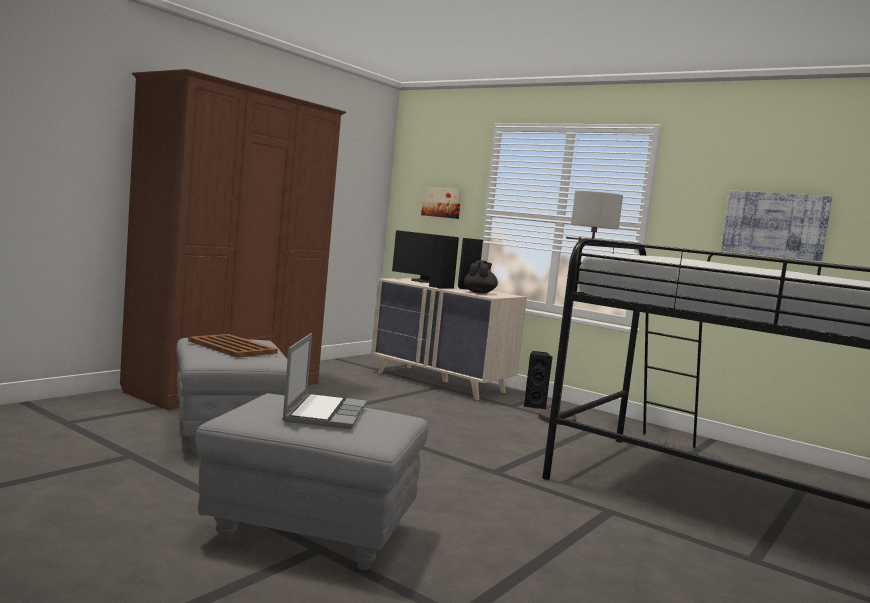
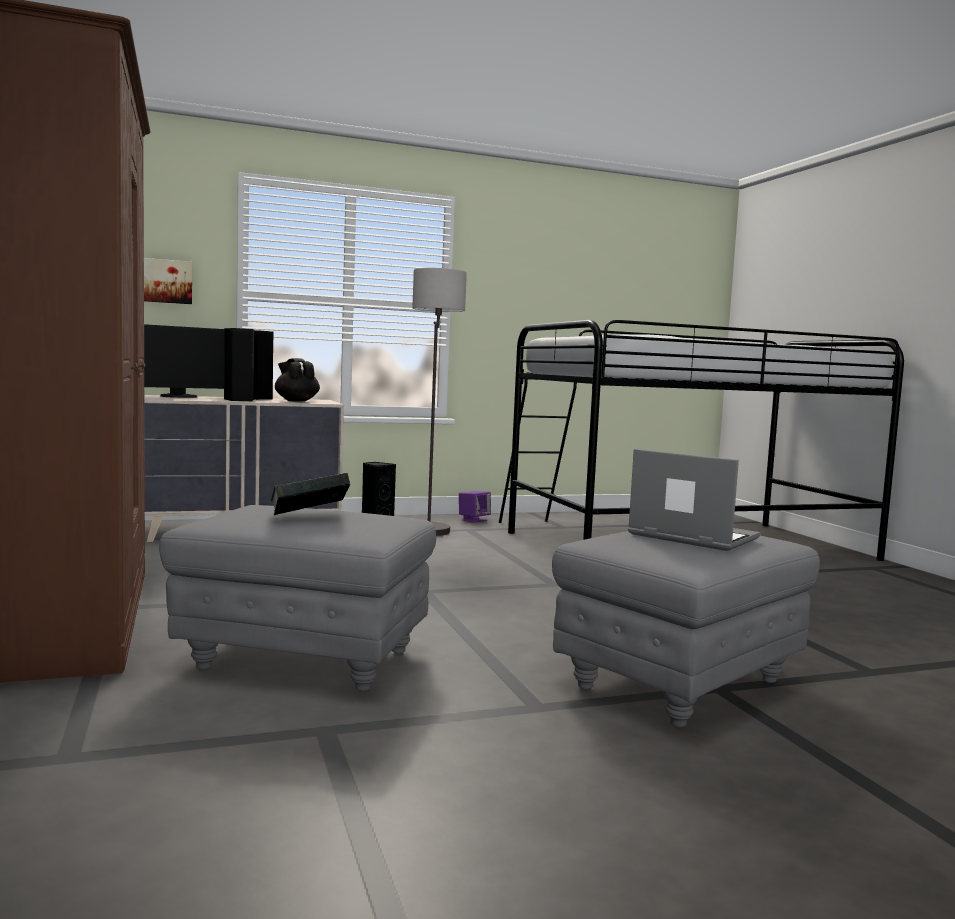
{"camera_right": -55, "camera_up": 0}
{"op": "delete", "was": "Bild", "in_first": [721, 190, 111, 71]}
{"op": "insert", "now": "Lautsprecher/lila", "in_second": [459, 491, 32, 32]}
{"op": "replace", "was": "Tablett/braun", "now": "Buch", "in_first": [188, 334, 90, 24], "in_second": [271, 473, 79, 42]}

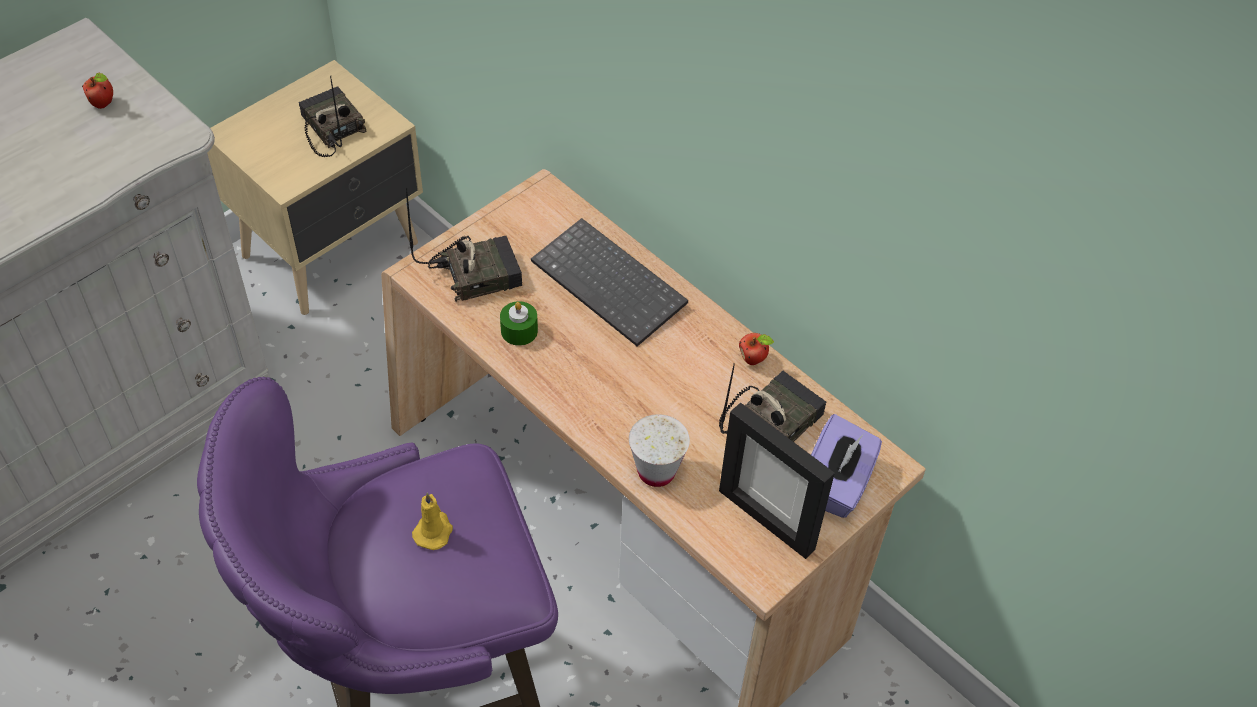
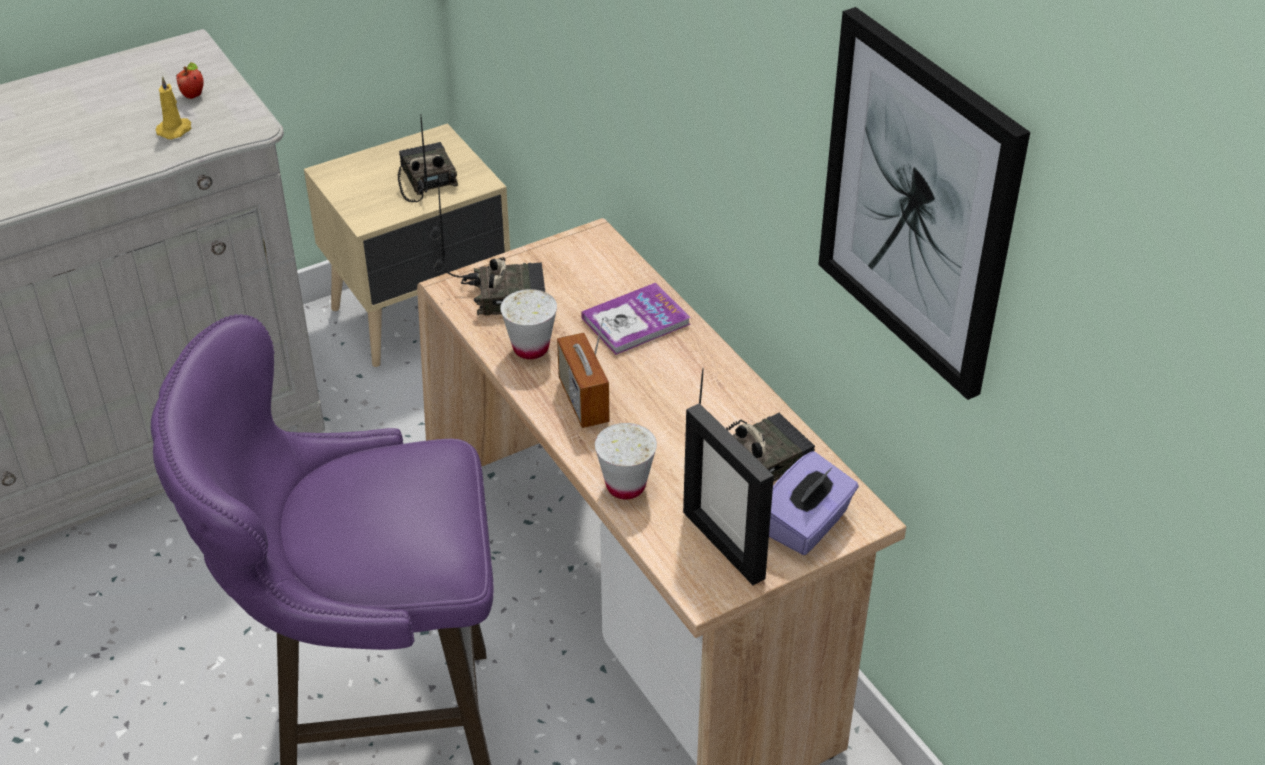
{"camera_right": 15, "camera_up": -10}
{"op": "delete", "was": "Apfel", "in_first": [739, 333, 35, 32]}
{"op": "insert", "now": "Radio", "in_second": [557, 317, 53, 111]}
{"op": "insert", "now": "Bild", "in_second": [818, 7, 212, 393]}
{"op": "move", "was": "Kerze/gelb", "in_first": [412, 492, 41, 58], "in_second": [156, 76, 35, 63]}
{"op": "replace", "was": "Kerze/grün", "now": "Tasse/weiß", "in_first": [500, 301, 38, 45], "in_second": [500, 289, 57, 70]}
{"op": "replace", "was": "Tastatur", "now": "Buch", "in_first": [531, 218, 157, 128], "in_second": [581, 283, 110, 72]}

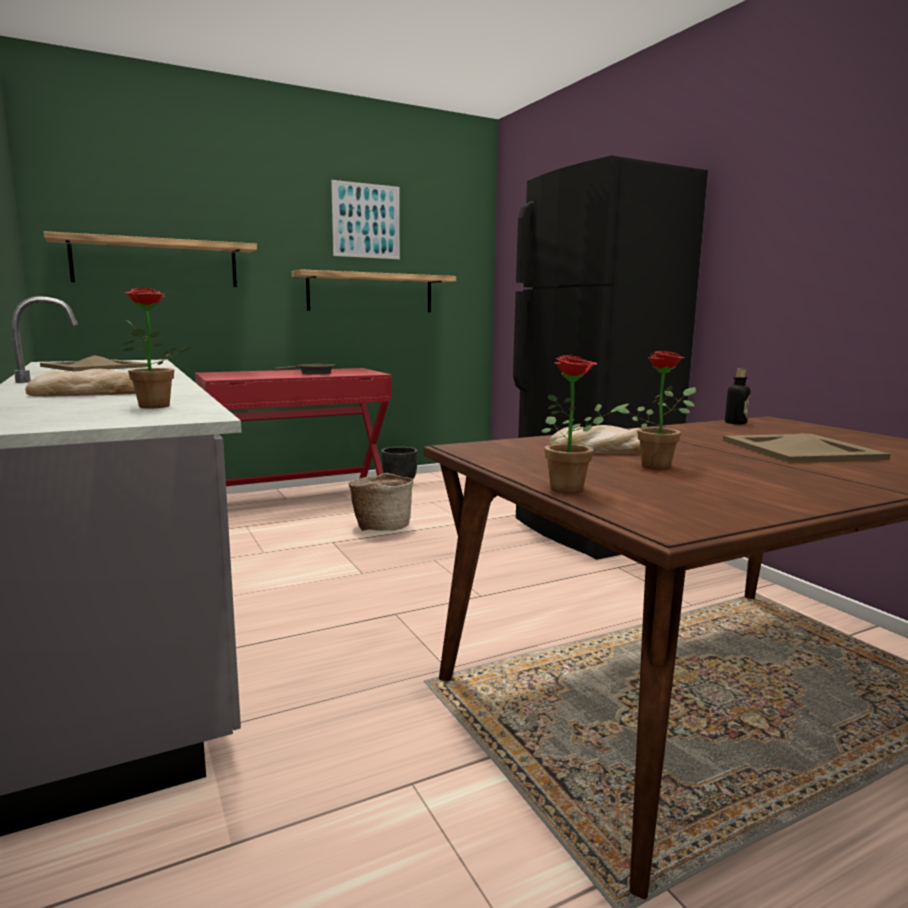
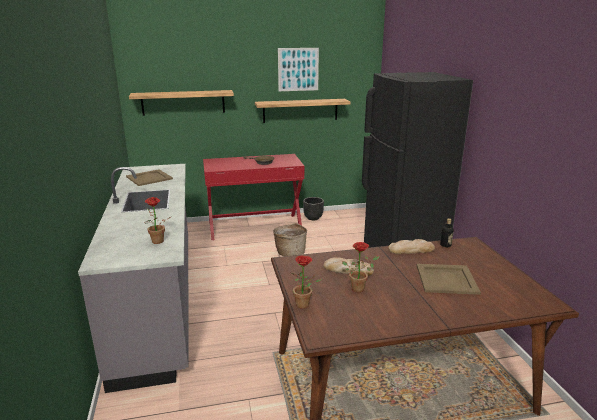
{"camera_right": 15, "camera_up": 10}
{"op": "move", "was": "Brot", "in_first": [25, 369, 111, 28], "in_second": [388, 239, 47, 15]}

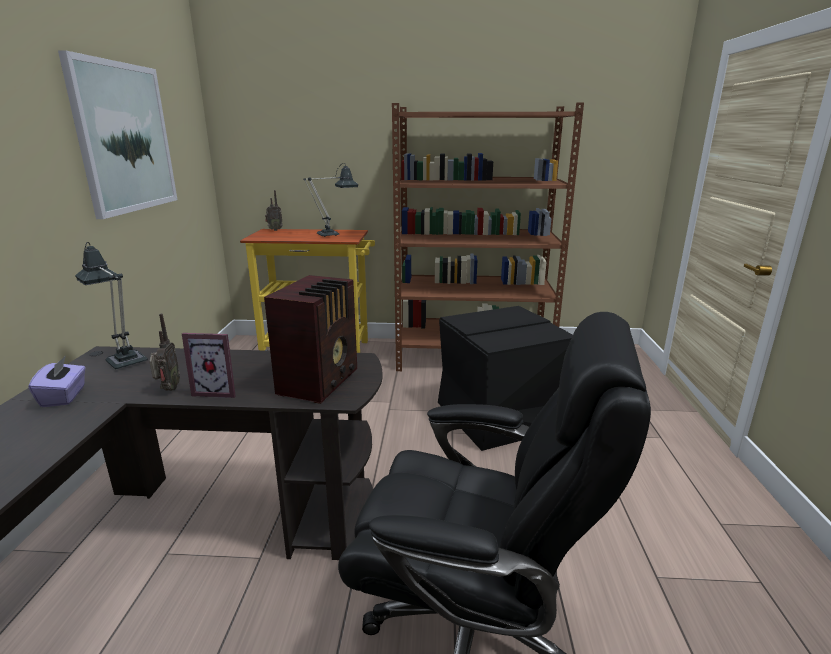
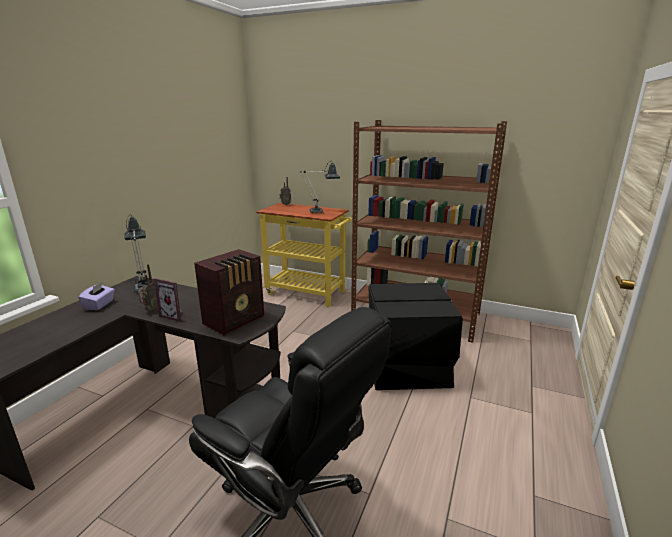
{"camera_right": 20, "camera_up": 0}
{"op": "delete", "was": "Bild", "in_first": [58, 50, 119, 169]}

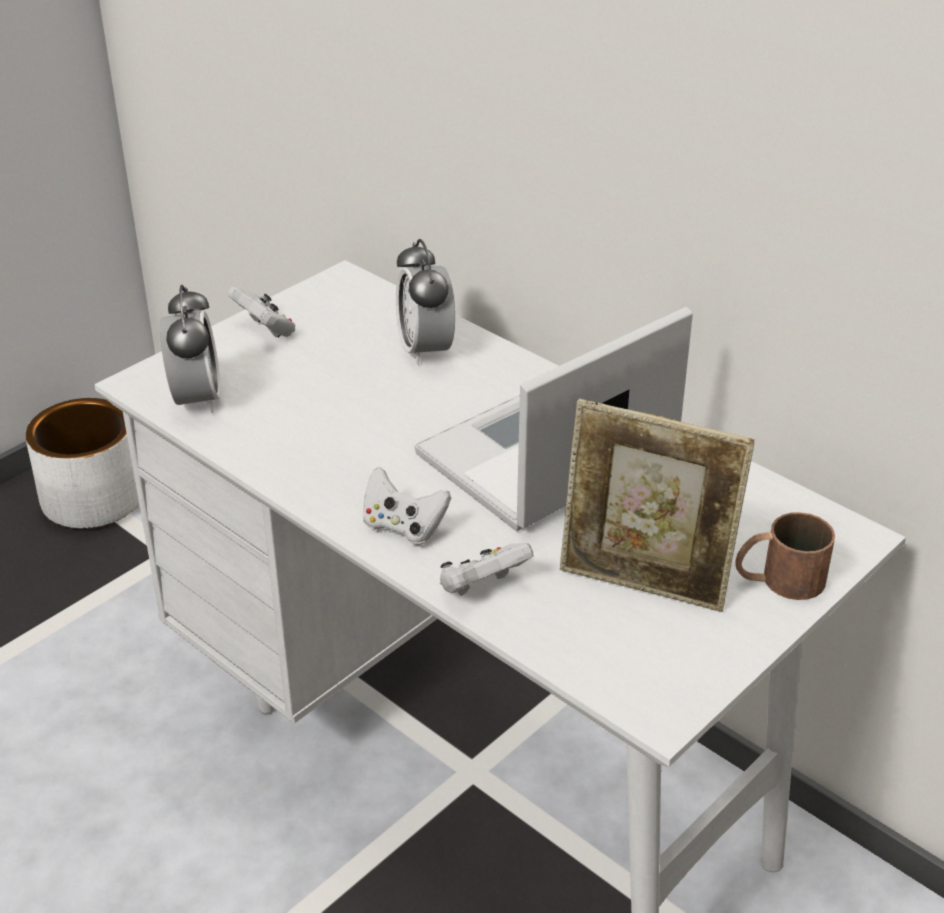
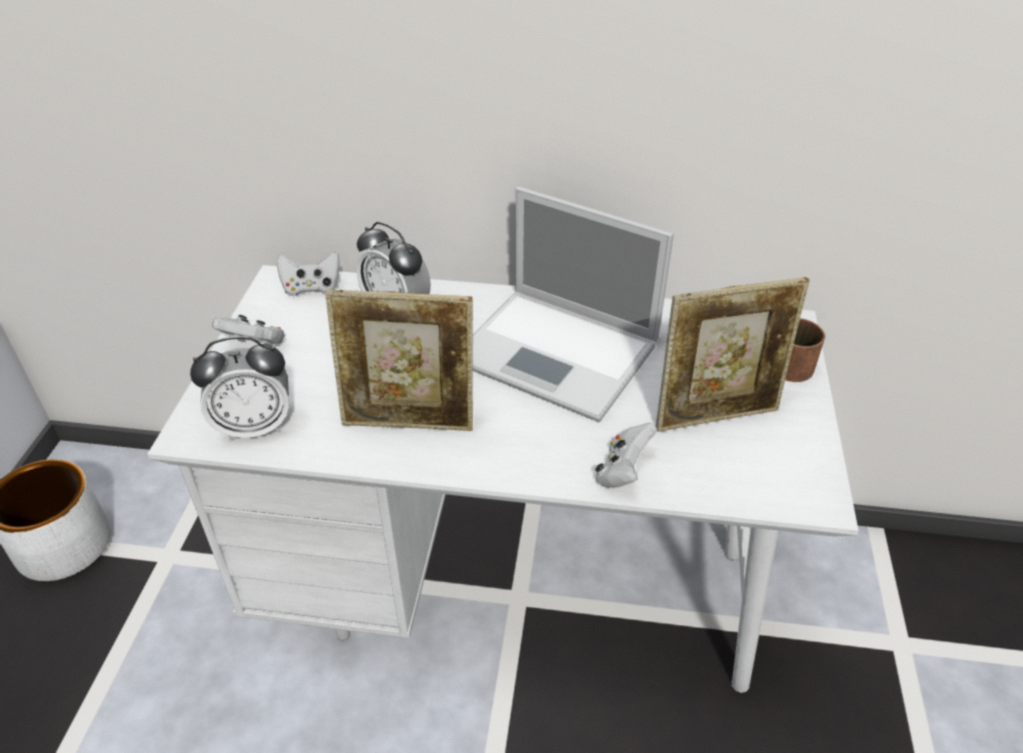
{"camera_right": -35, "camera_up": 5}
{"op": "insert", "now": "Bilderrahmen", "in_second": [325, 289, 148, 142]}
{"op": "move", "was": "Gamepad/weiß", "in_first": [363, 467, 88, 78], "in_second": [277, 252, 63, 44]}
{"op": "rotate", "was": "Wecker", "in_first": [160, 285, 61, 128], "in_second": [190, 336, 99, 105], "clockwise": 120}
{"op": "rotate", "was": "Laptop", "in_first": [415, 307, 278, 224], "in_second": [473, 187, 201, 235], "clockwise": -75}

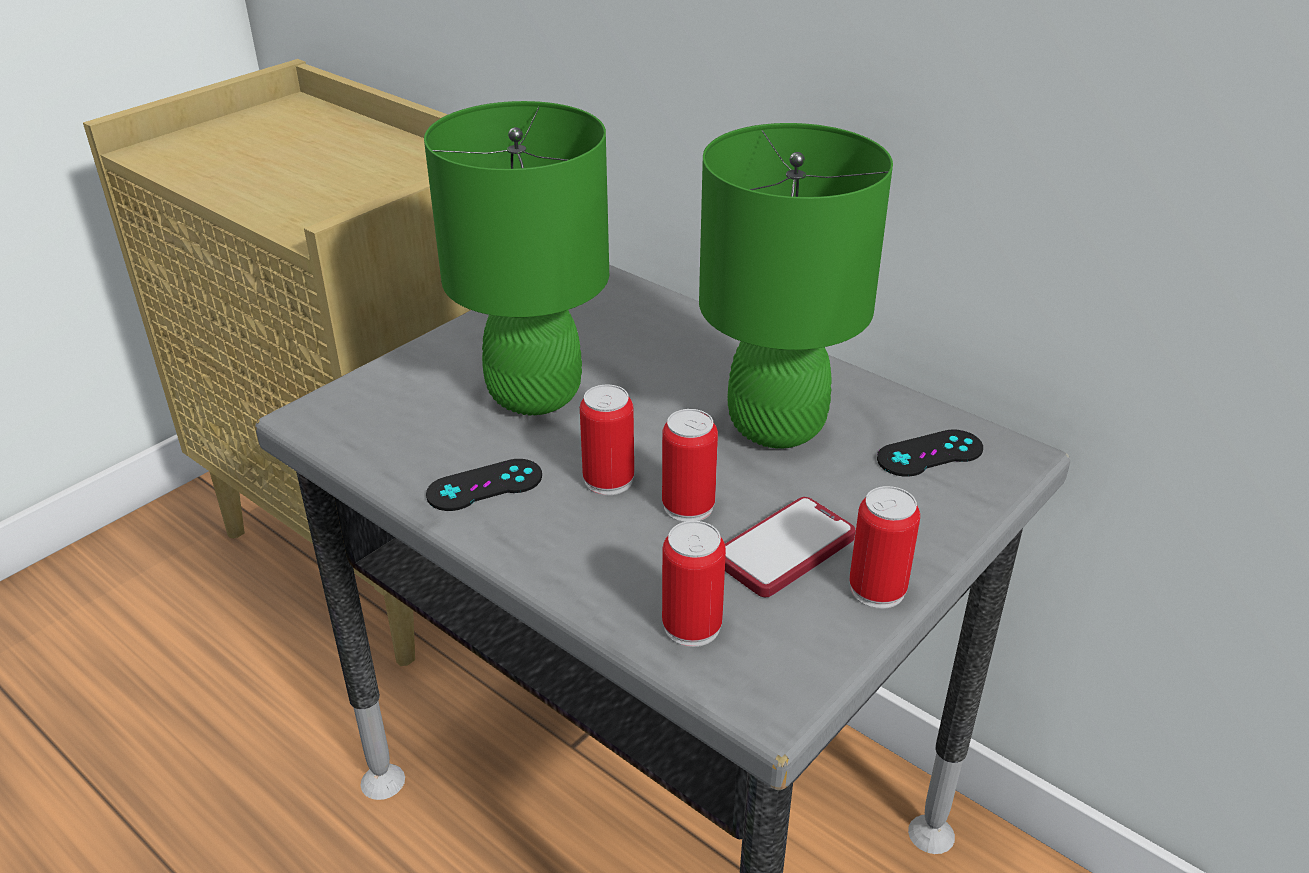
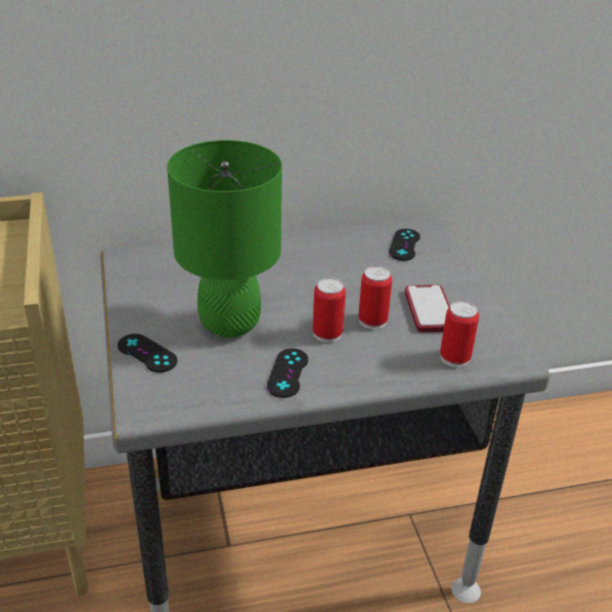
{"camera_right": -55, "camera_up": 0}
{"op": "delete", "was": "Tischlampe/grün", "in_first": [699, 123, 194, 325]}
{"op": "delete", "was": "Dose", "in_first": [849, 486, 71, 123]}
{"op": "insert", "now": "Gamepad/schwarz", "in_second": [117, 334, 60, 38]}

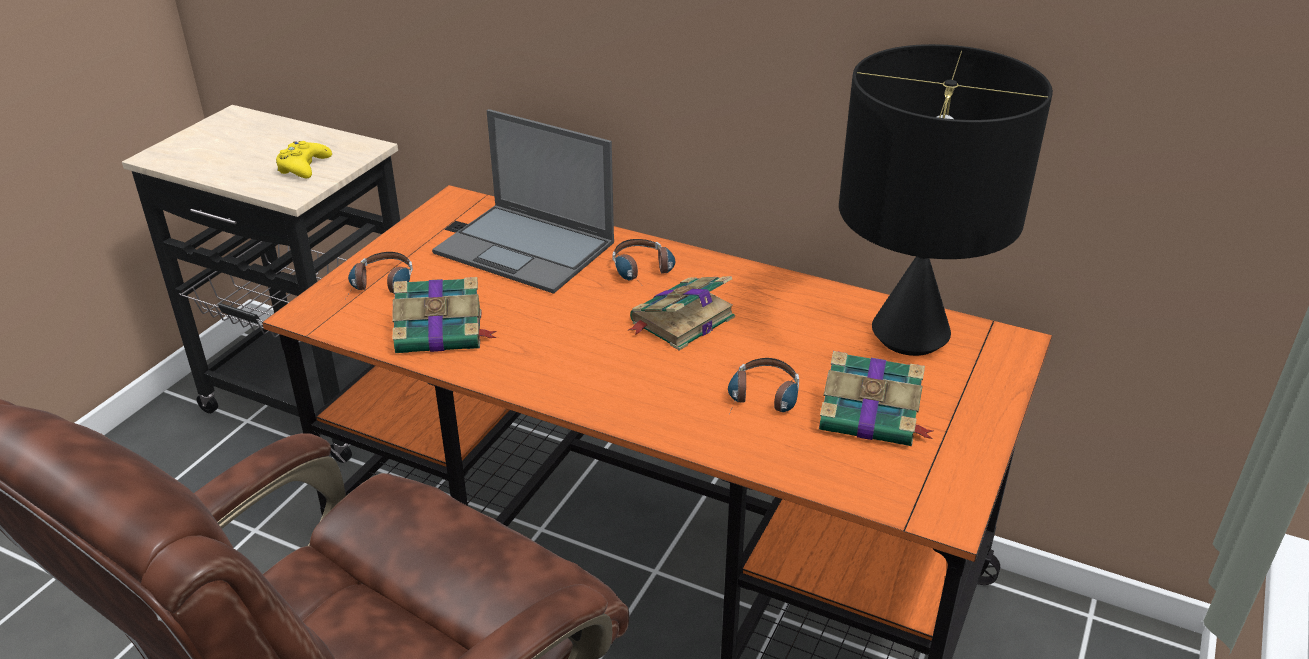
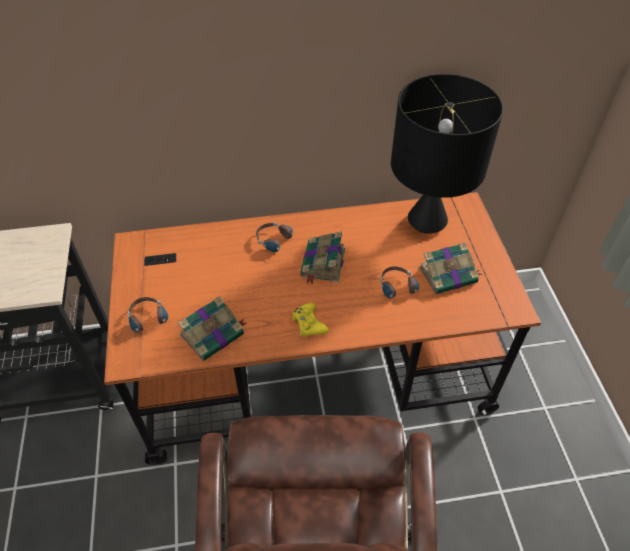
{"camera_right": -35, "camera_up": 15}
{"op": "delete", "was": "Laptop", "in_first": [432, 109, 182, 185]}
{"op": "move", "was": "Gamepad/gelb", "in_first": [276, 141, 56, 37], "in_second": [292, 303, 37, 34]}

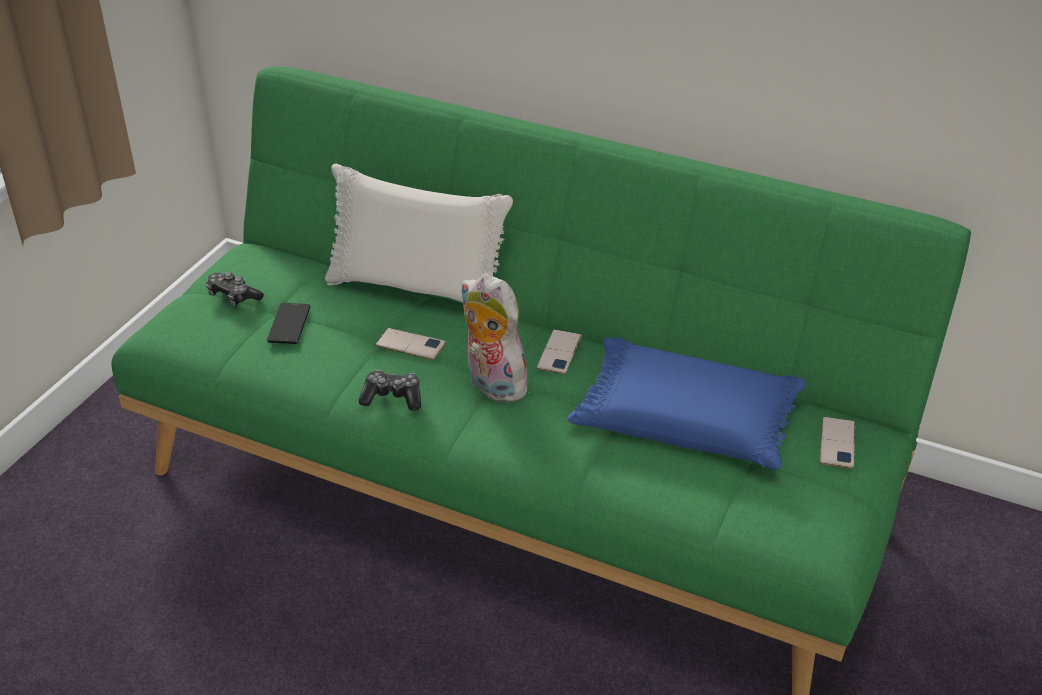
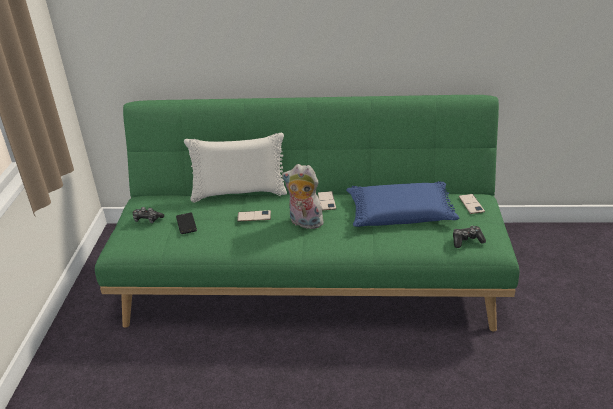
{"camera_right": -20, "camera_up": -5}
{"op": "move", "was": "Gamepad", "in_first": [358, 370, 63, 41], "in_second": [453, 226, 33, 22]}

